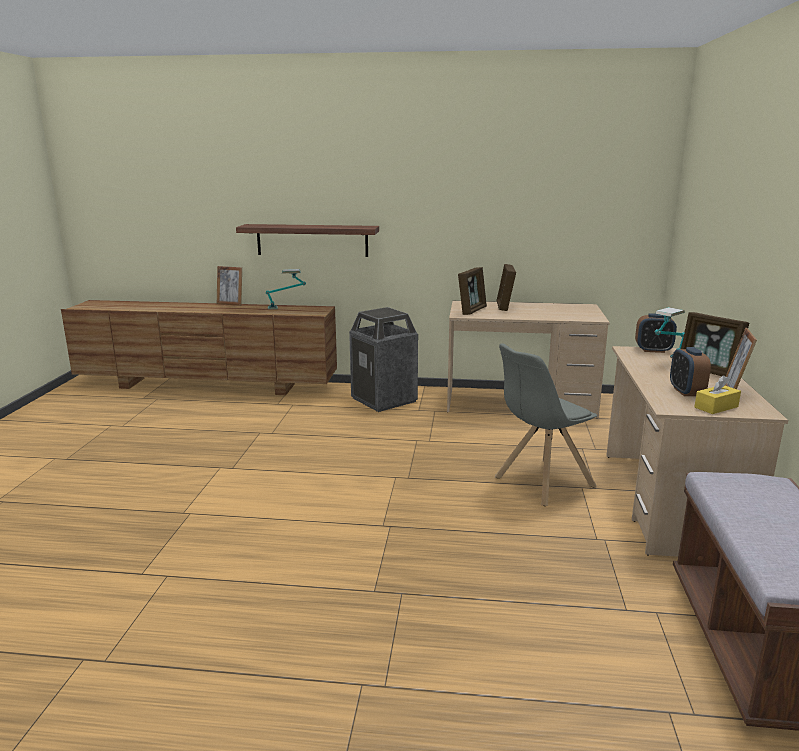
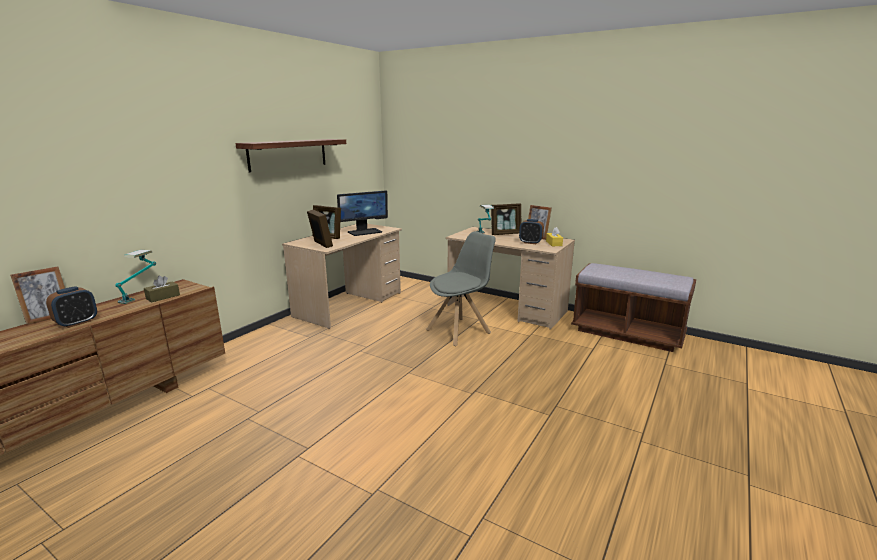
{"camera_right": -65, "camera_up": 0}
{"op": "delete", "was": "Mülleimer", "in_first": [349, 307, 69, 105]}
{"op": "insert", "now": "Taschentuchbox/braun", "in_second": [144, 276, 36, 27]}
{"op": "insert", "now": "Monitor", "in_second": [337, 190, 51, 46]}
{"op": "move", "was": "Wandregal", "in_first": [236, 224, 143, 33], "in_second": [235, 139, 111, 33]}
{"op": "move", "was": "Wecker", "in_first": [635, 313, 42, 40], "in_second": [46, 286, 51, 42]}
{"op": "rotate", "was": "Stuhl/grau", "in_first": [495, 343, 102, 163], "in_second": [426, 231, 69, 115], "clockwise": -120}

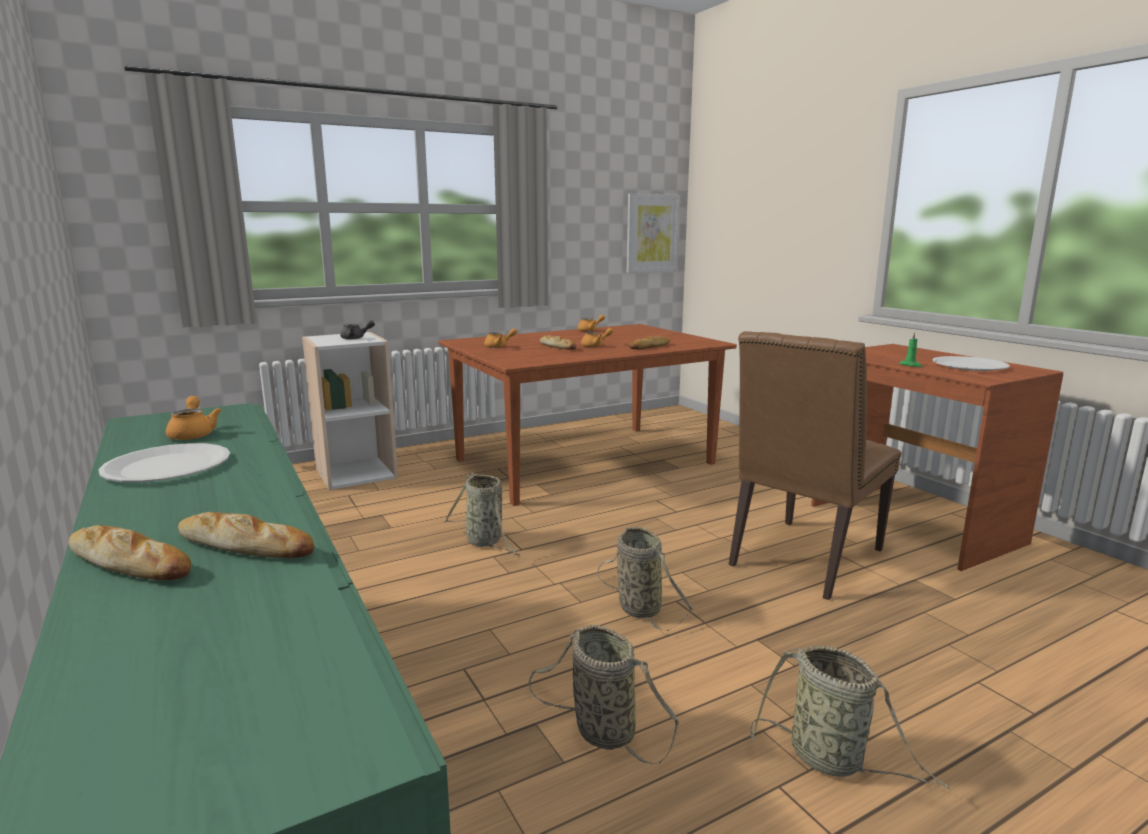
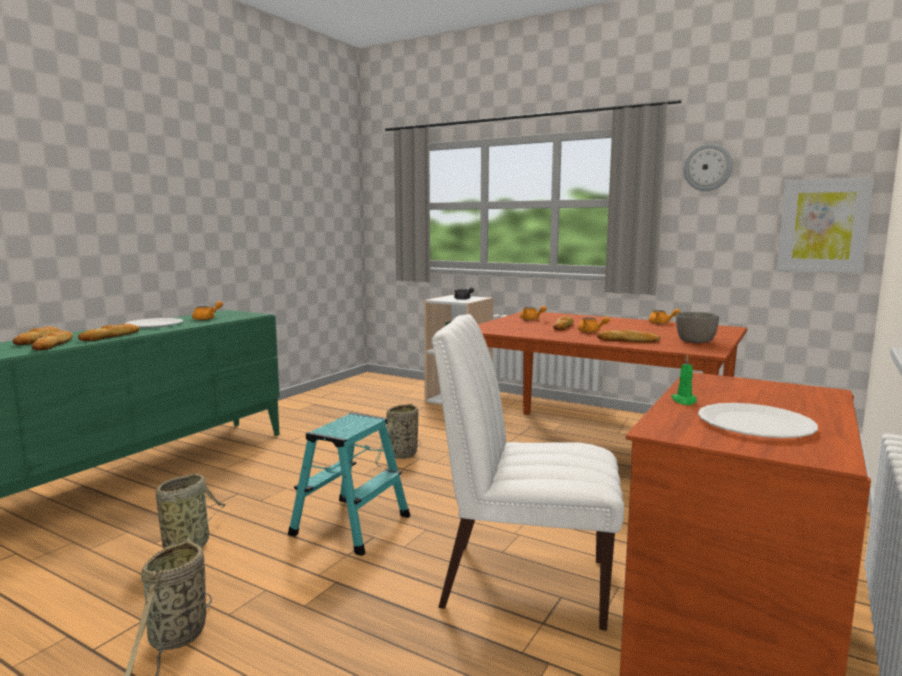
{"camera_right": 60, "camera_up": -5}
{"op": "insert", "now": "Brot", "in_second": [78, 324, 61, 17]}
{"op": "insert", "now": "Schüssel/grau", "in_second": [676, 312, 43, 31]}
{"op": "insert", "now": "Wanduhr", "in_second": [684, 144, 49, 47]}
{"op": "replace", "was": "Korb", "now": "Trittleiter/türkis", "in_first": [597, 527, 96, 104], "in_second": [288, 412, 122, 144]}
{"op": "recolor", "was": "Stuhl/braun", "now": "Stuhl/weiß", "in_first": [729, 331, 172, 269], "in_second": [432, 314, 192, 317]}

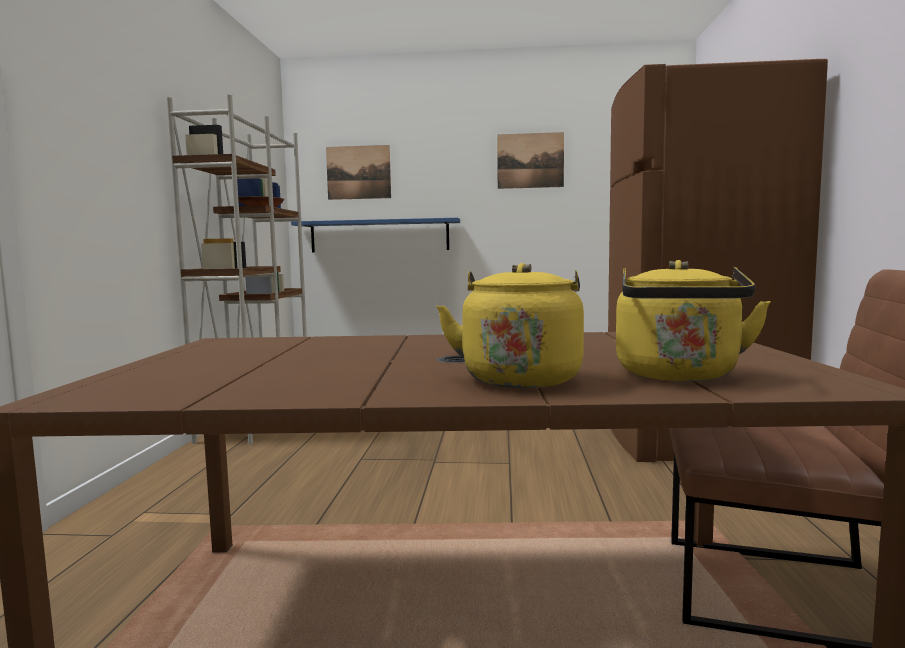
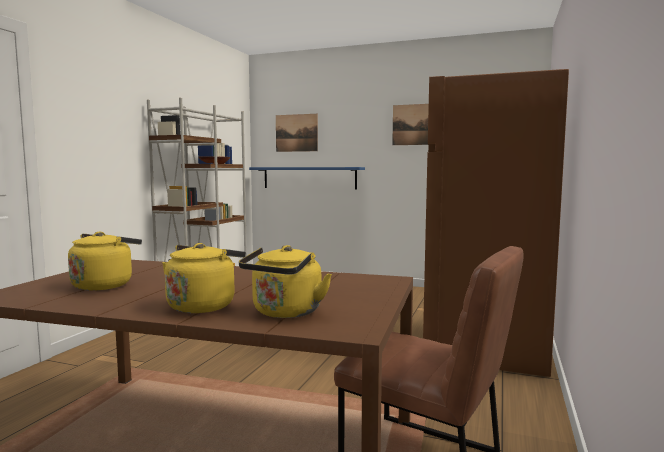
{"camera_right": 15, "camera_up": 0}
{"op": "insert", "now": "Wasserkessel/gelb", "in_second": [68, 232, 74, 59]}

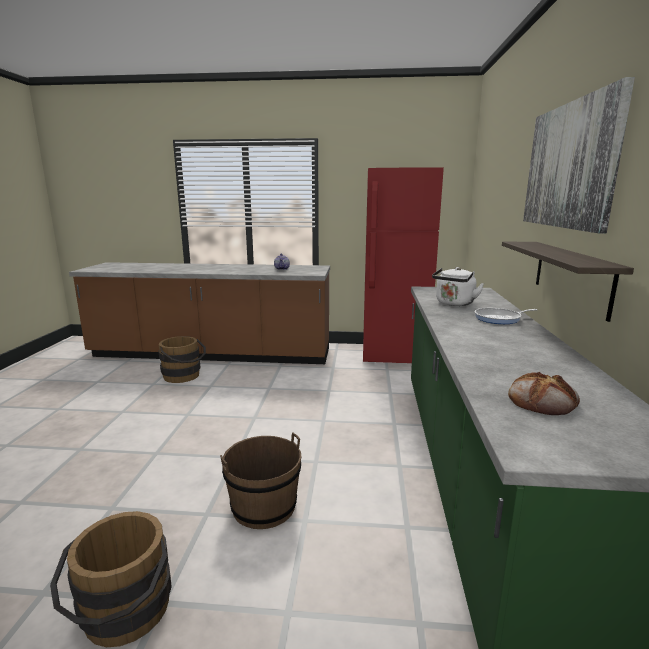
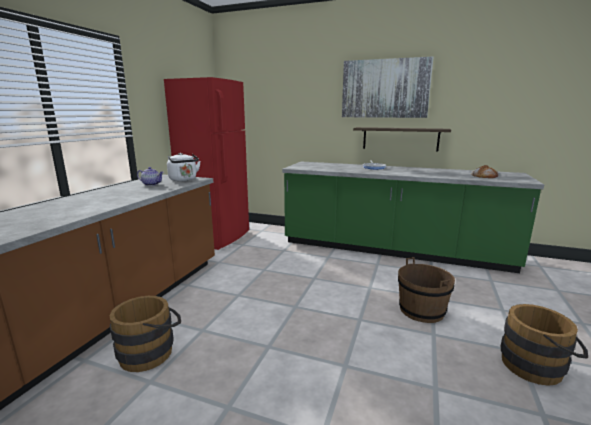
{"camera_right": -75, "camera_up": 0}
{"op": "move", "was": "Wasserkessel/weiß", "in_first": [432, 267, 52, 39], "in_second": [167, 153, 34, 28]}

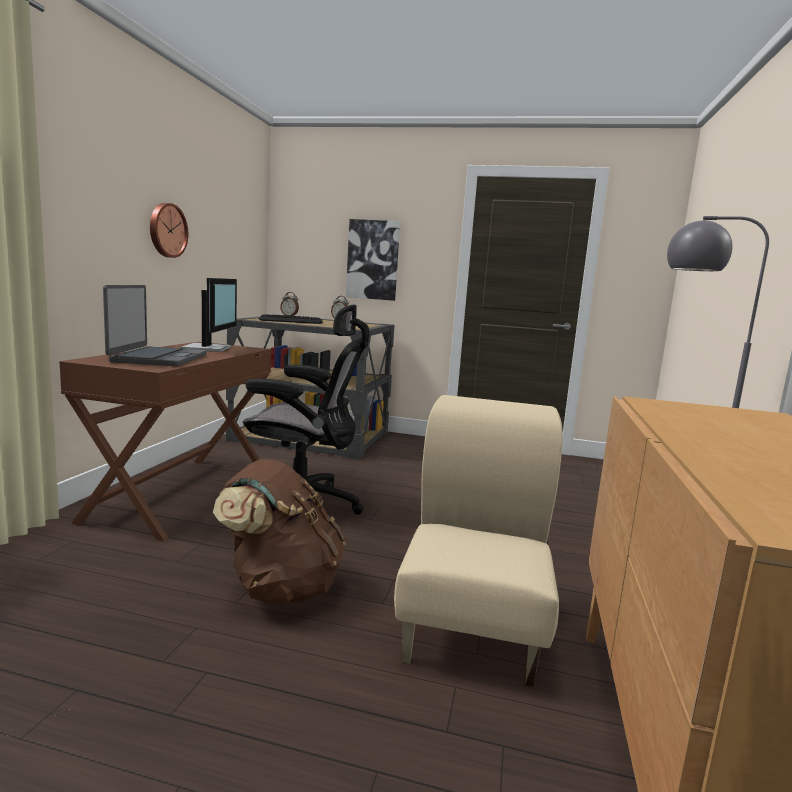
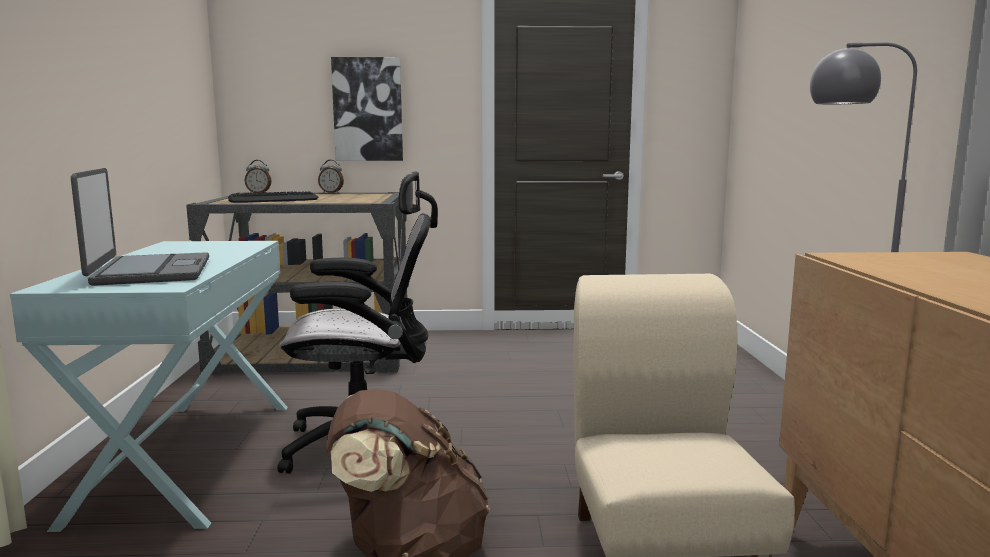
{"camera_right": -15, "camera_up": 0}
{"op": "delete", "was": "Wanduhr", "in_first": [150, 203, 38, 55]}
{"op": "delete", "was": "Monitor", "in_first": [180, 278, 57, 74]}
{"op": "recolor", "was": "Schreibtisch/braun", "now": "Schreibtisch/türkis", "in_first": [59, 342, 212, 200], "in_second": [10, 241, 278, 291]}

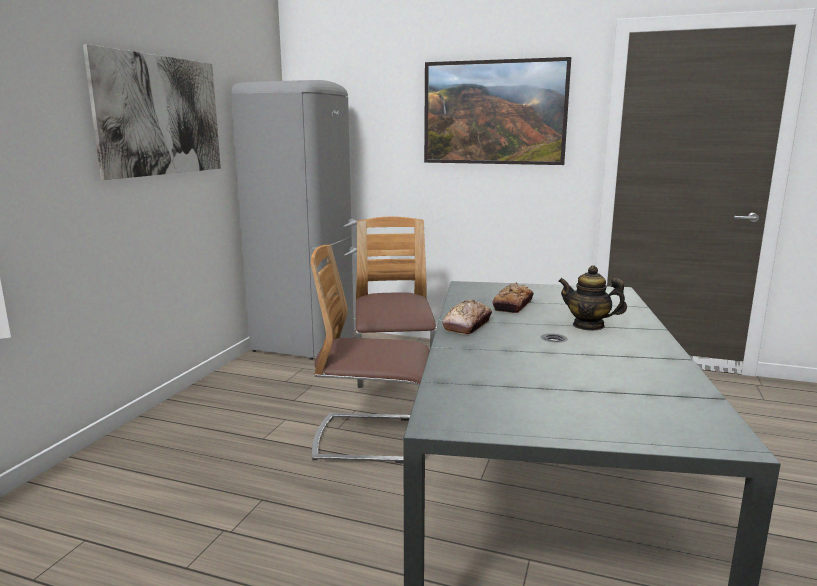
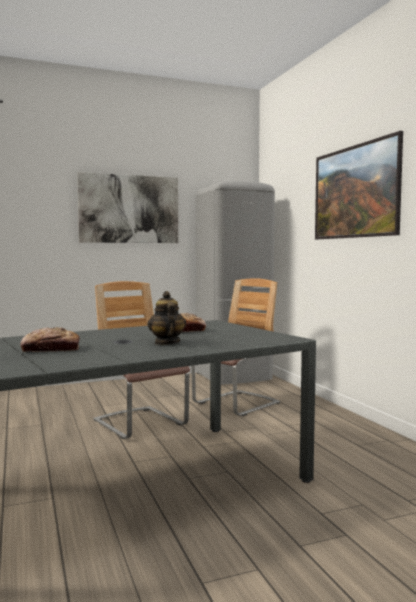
{"camera_right": 50, "camera_up": -10}
{"op": "move", "was": "Brot", "in_first": [443, 300, 49, 34], "in_second": [20, 327, 60, 25]}

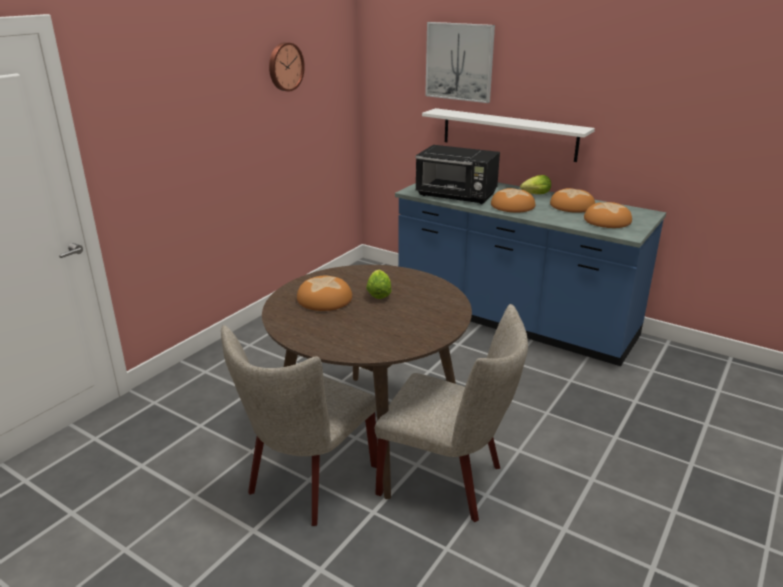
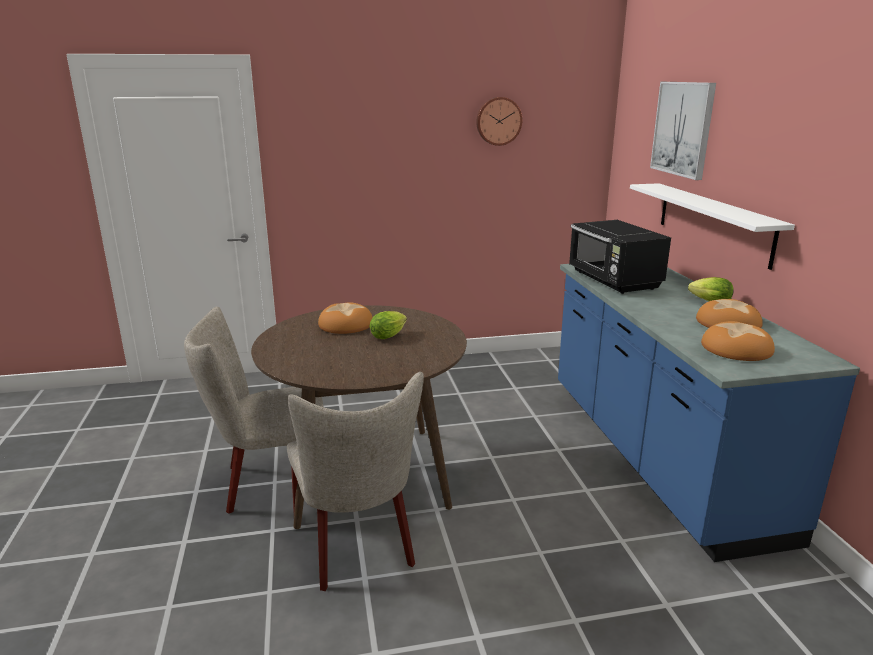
{"camera_right": 45, "camera_up": -5}
{"op": "delete", "was": "Brot", "in_first": [491, 188, 44, 25]}

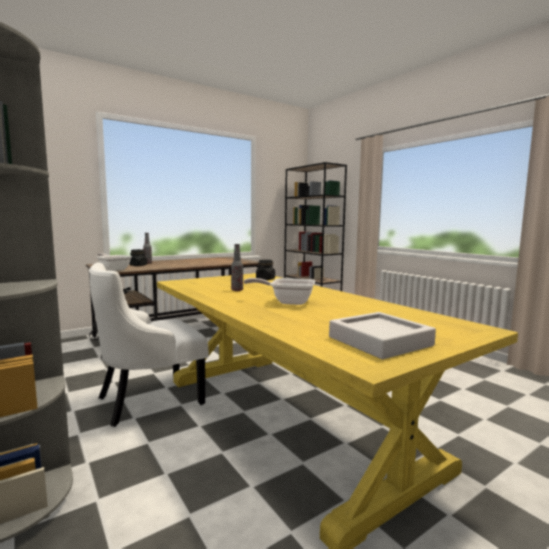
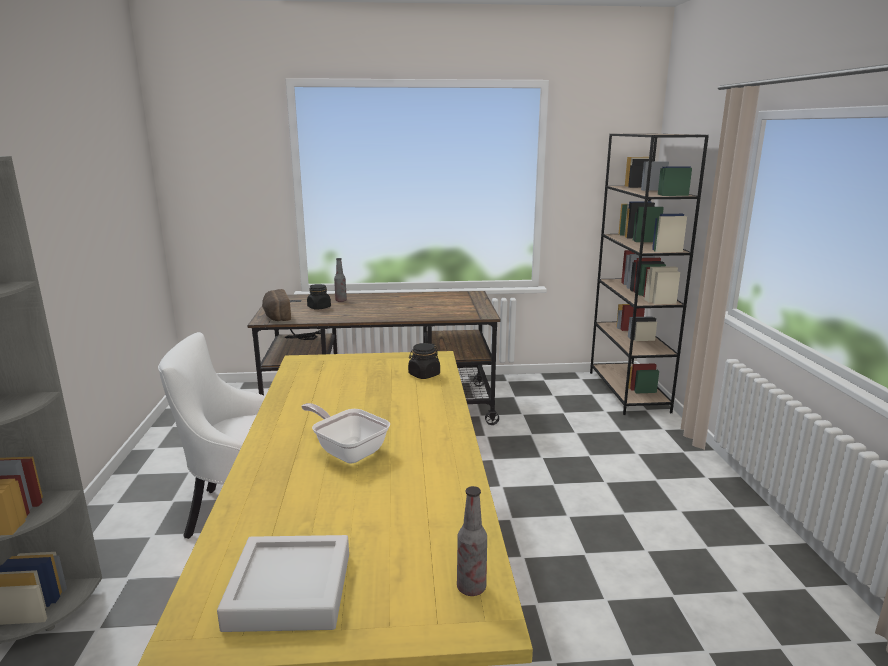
{"camera_right": 30, "camera_up": 10}
{"op": "move", "was": "Flasche", "in_first": [231, 244, 12, 47], "in_second": [457, 486, 30, 110]}
{"op": "replace", "was": "Pfanne", "now": "Brot", "in_first": [97, 253, 35, 18], "in_second": [262, 289, 29, 32]}

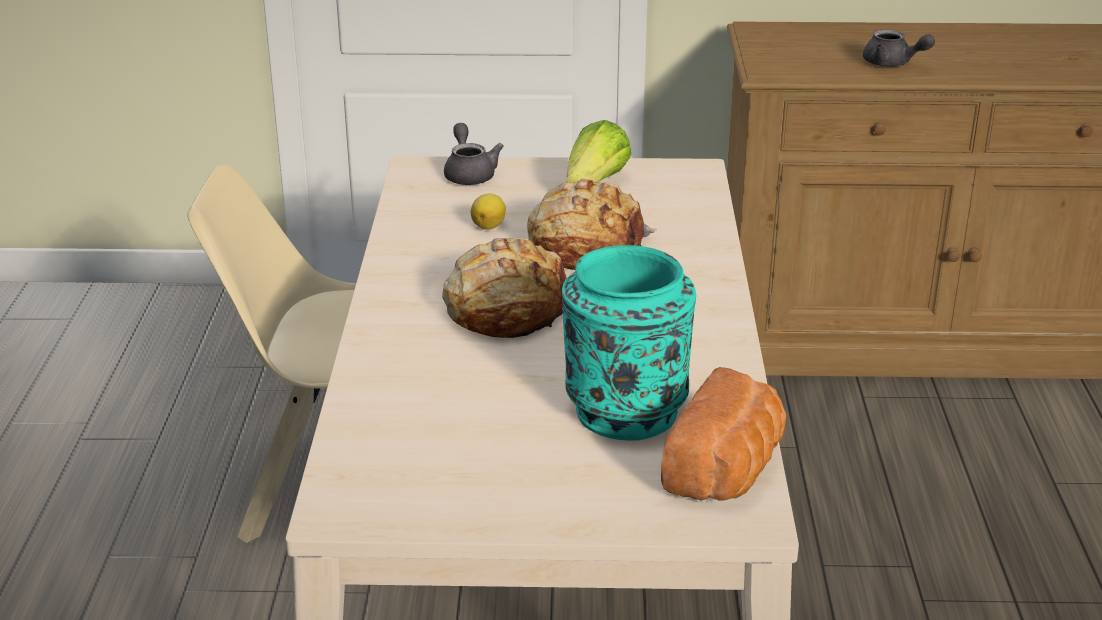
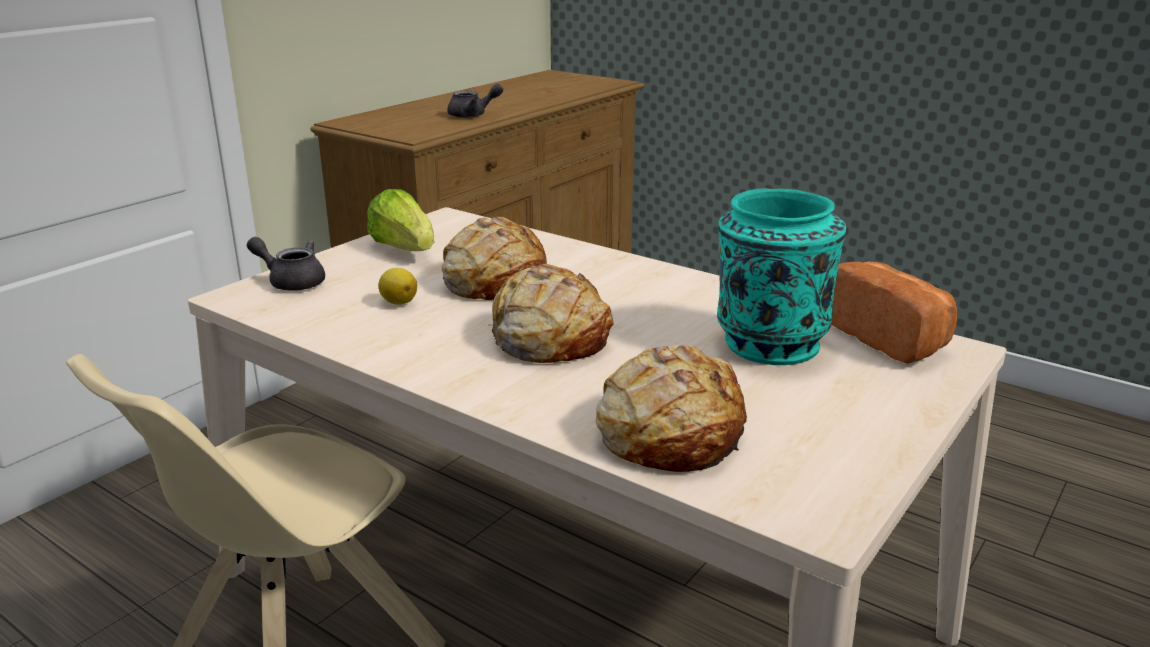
{"camera_right": -55, "camera_up": -5}
{"op": "insert", "now": "Brot", "in_second": [596, 345, 151, 127]}

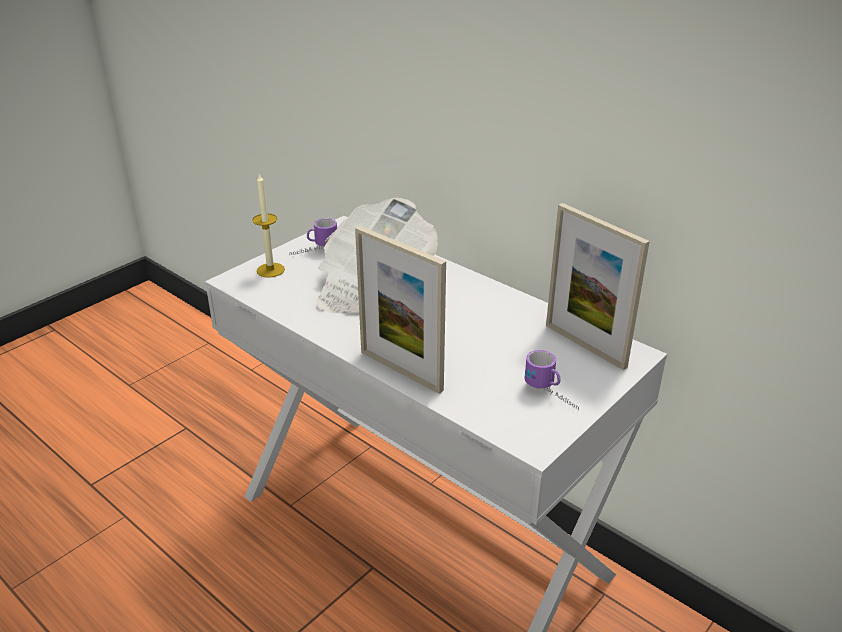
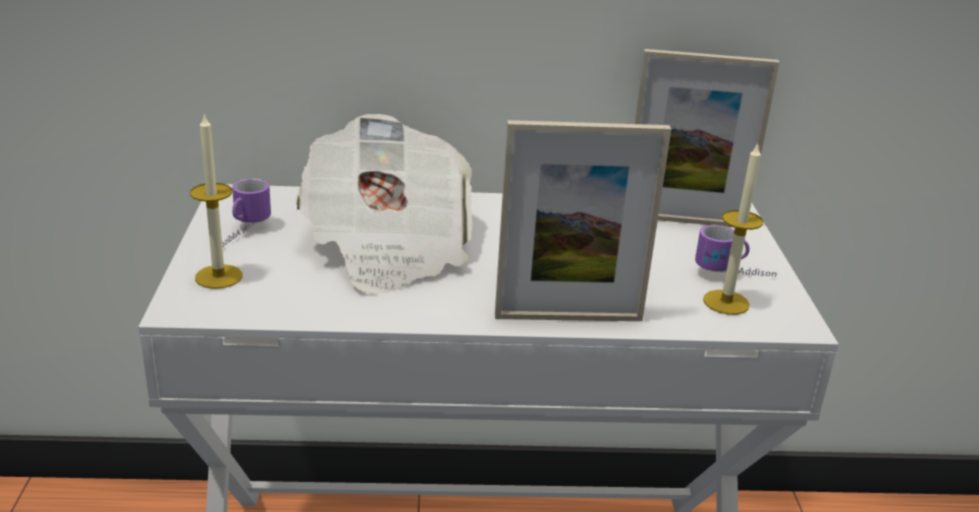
{"camera_right": -45, "camera_up": -5}
{"op": "insert", "now": "Kerze", "in_second": [703, 143, 60, 172]}

